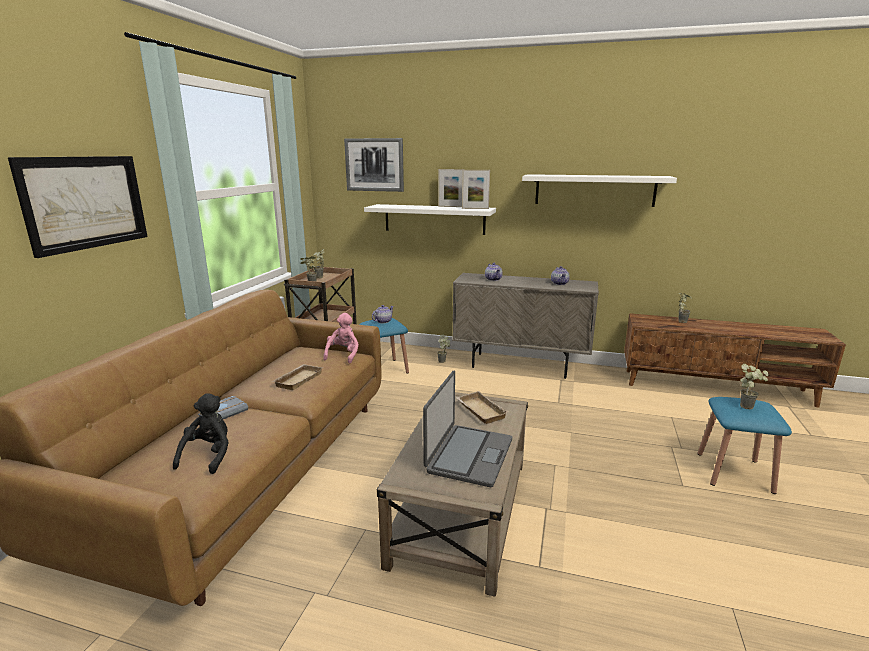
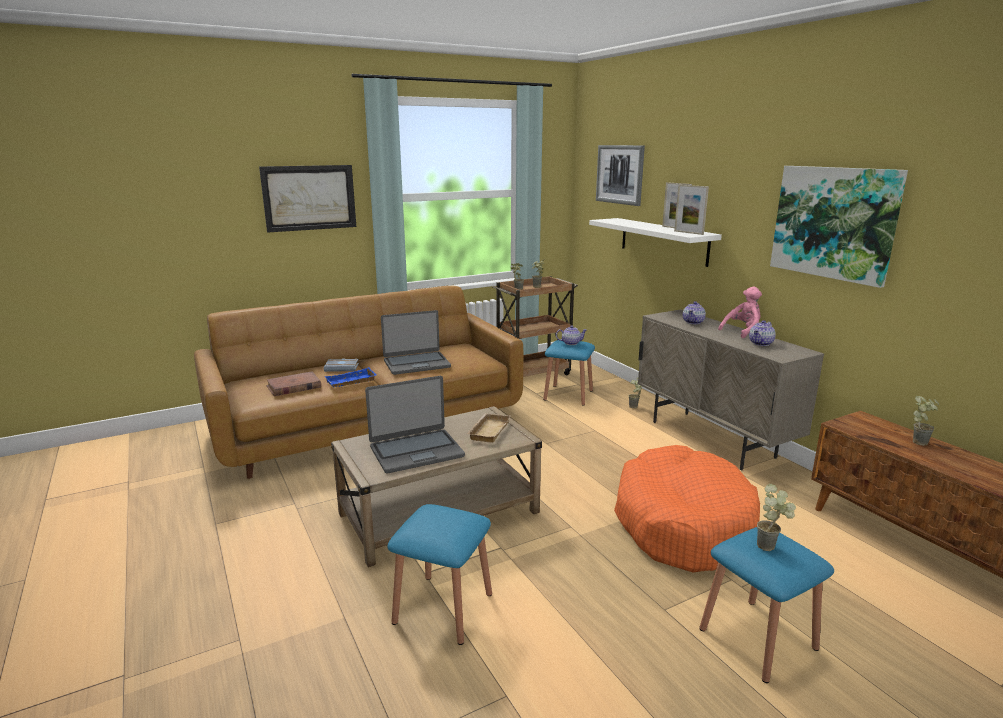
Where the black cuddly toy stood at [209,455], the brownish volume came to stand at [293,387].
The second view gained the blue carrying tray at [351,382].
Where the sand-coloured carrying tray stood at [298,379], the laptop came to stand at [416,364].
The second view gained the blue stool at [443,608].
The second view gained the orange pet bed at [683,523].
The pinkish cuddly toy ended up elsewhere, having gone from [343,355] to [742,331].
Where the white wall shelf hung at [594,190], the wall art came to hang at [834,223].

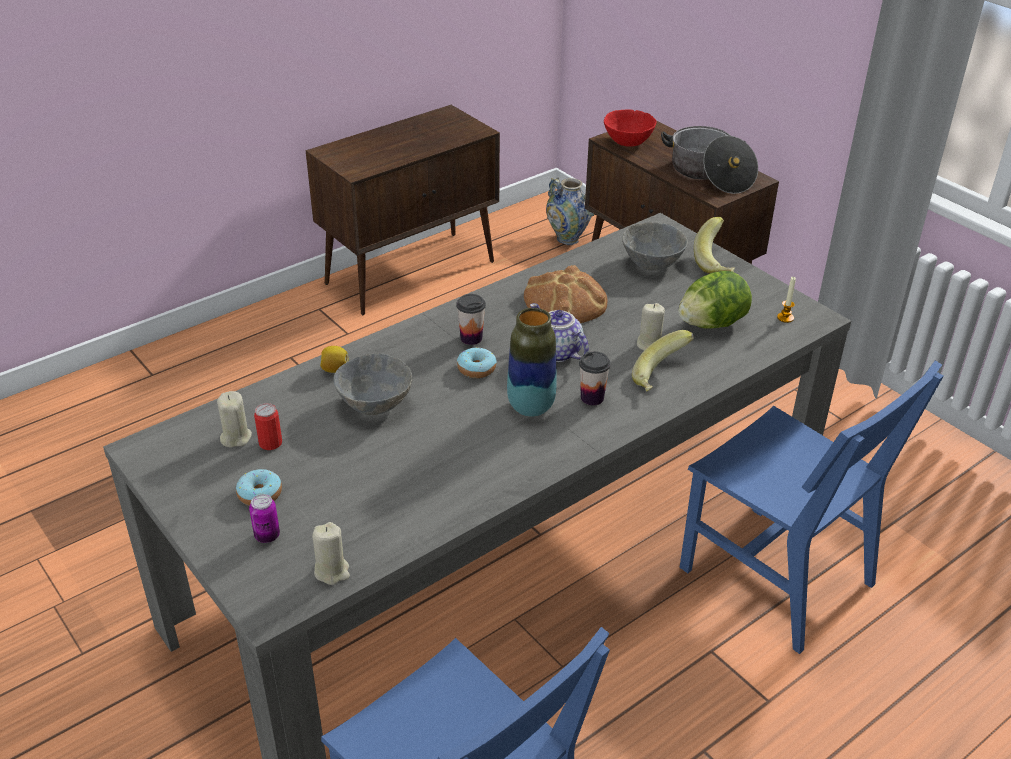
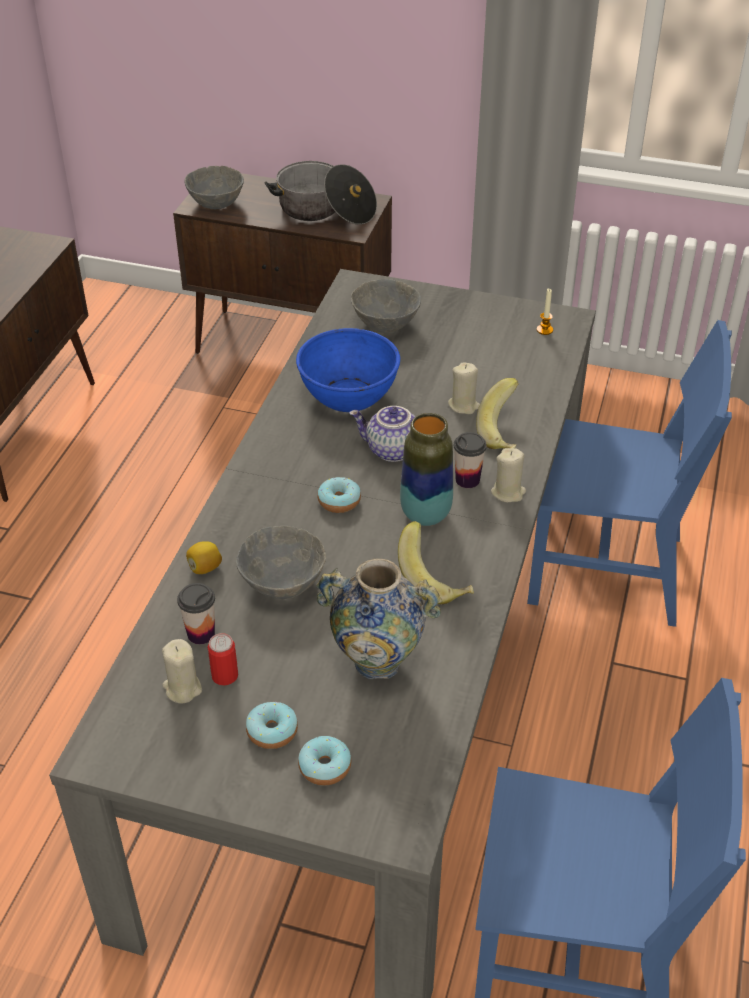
The drinking cup ended up elsewhere, having gone from [471,338] to [201,633].
What was the reddish bowl at [628,142] turned into the gray bowl at [216,203].
Where the baked bread stood at [566,301], the blue bowl came to stand at [348,395].
Where the metal can stood at [267,536], the donut came to stand at [325,767].
The decorative vase ended up elsewhere, having gone from [568,239] to [377,662].
The whole banana ended up elsewhere, having gone from [717,262] to [435,580].
The sand-coloured wax candle ended up elsewhere, having gone from [332,571] to [508,492].
The second view lost the head of lettuce at [711,324].

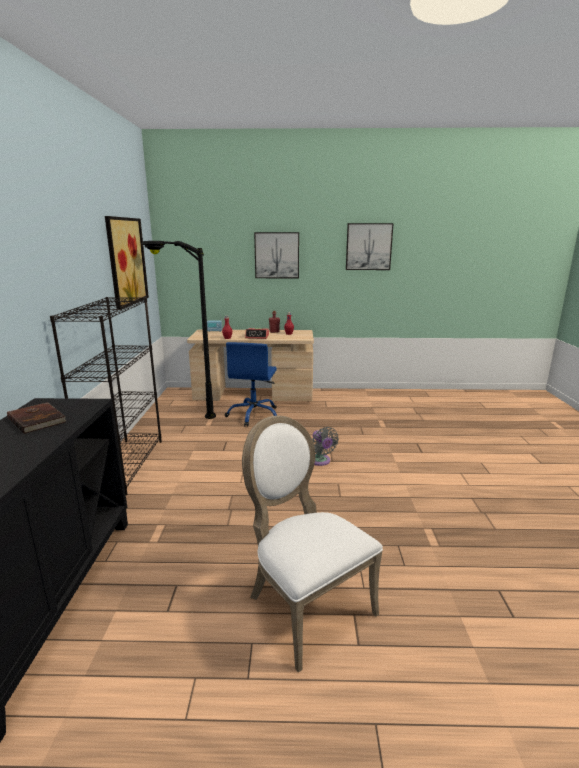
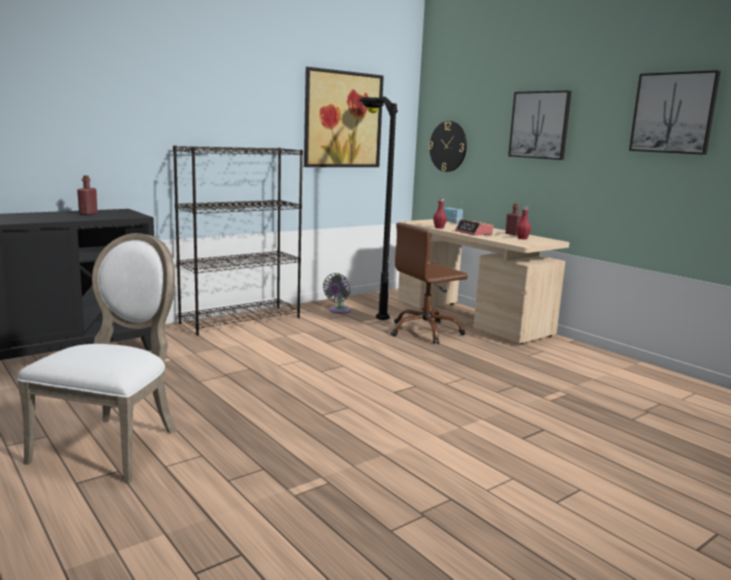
Where the brownish volume stood at [38,419], the reddish bottle came to stand at [88,214].
The gray fan ended up elsewhere, having gone from [320,461] to [338,311].
What was the blue desk chair at [254,415] turned into the brownish desk chair at [425,331].
The second view gained the clock on the wall at [448,146].

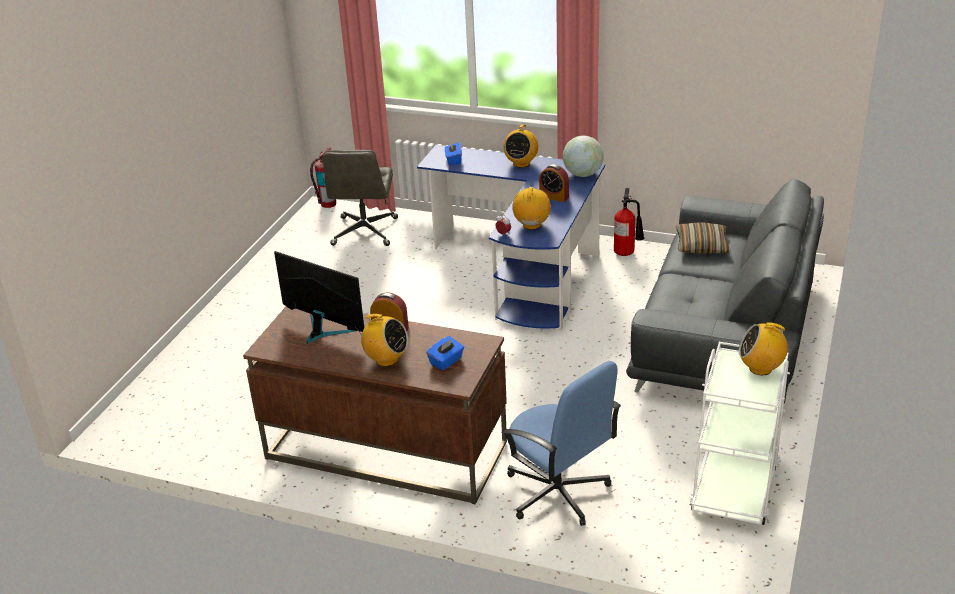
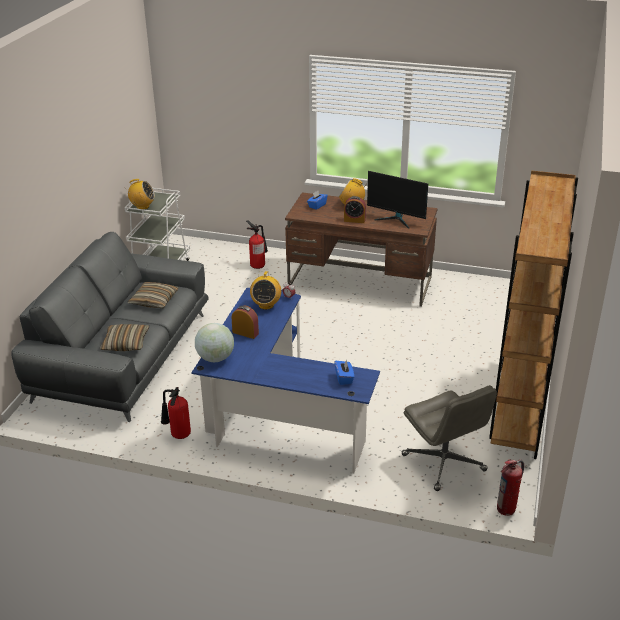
The second view gained the throw pillow at [154,300].
Where the blue desk chair stood at [557,493], the fire extinguisher came to stand at [258,265].
The gray desk chair at [365,232] ended up facing another way, 150 degrees clockwise from before.
The second view gained the brownish shelving unit at [519,407].
The second view lost the radio at [521,163].

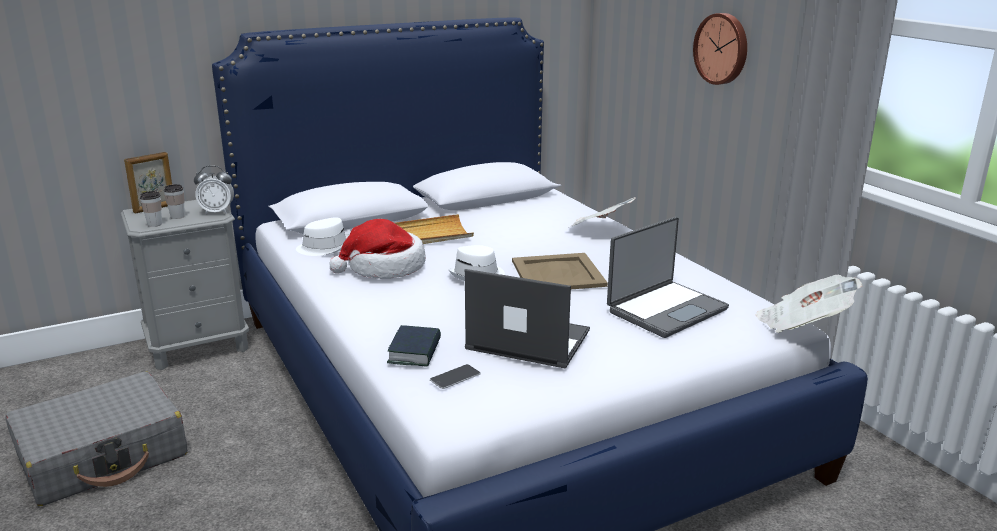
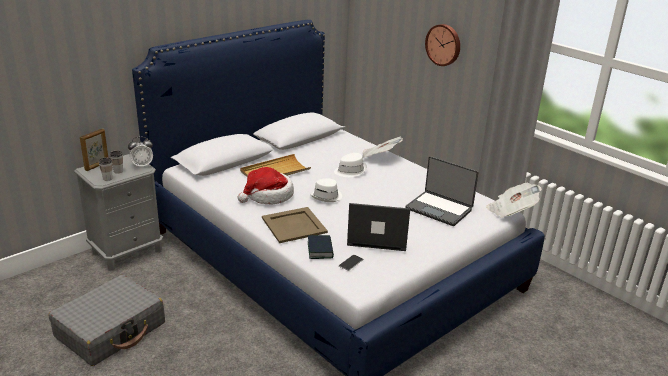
The sand-coloured carrying tray ended up elsewhere, having gone from [558,273] to [294,225].
The white wearable hat ended up elsewhere, having gone from [324,247] to [350,171].
The laptop at [665,310] ended up facing another way, 90 degrees clockwise from before.

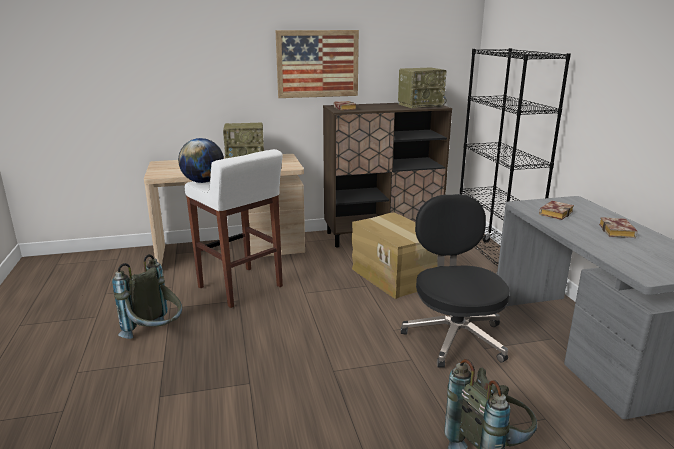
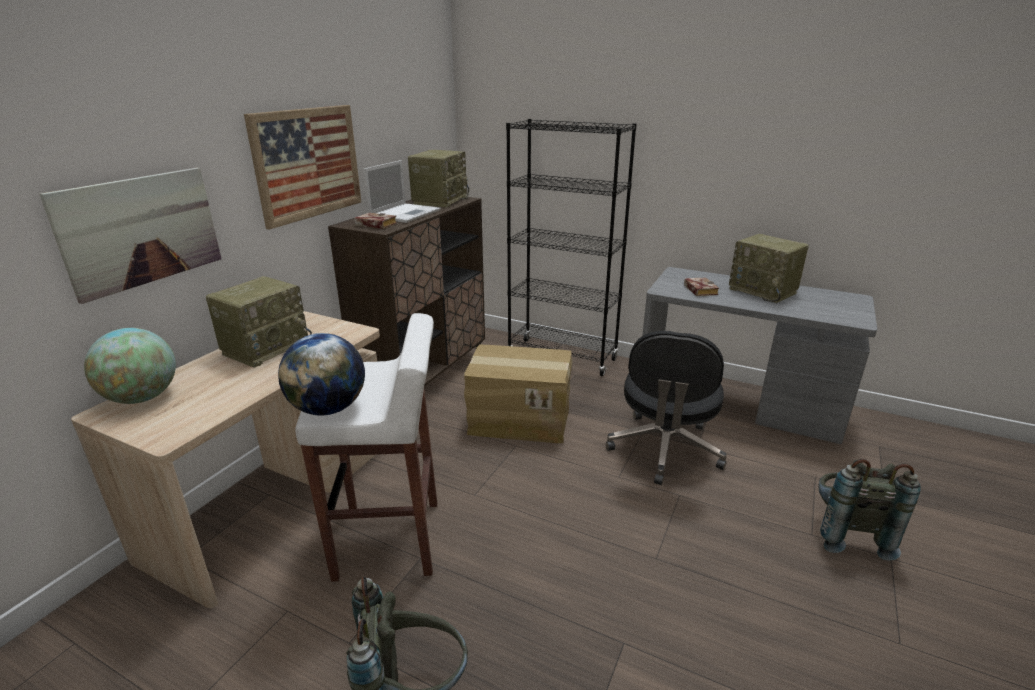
The second view gained the wall art at [141,230].
The second view gained the world globe at [142,398].
The second view gained the laptop at [405,213].
The black desk chair at [454,336] ended up facing another way, 105 degrees counterclockwise from before.
Where the volume stood at [618,232], the radio came to stand at [764,291].

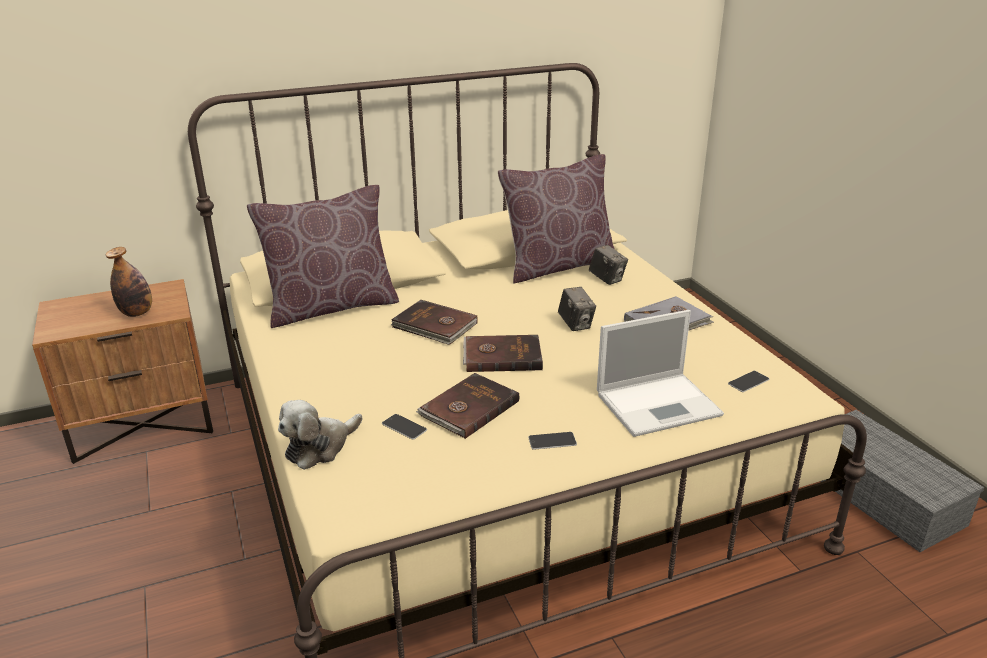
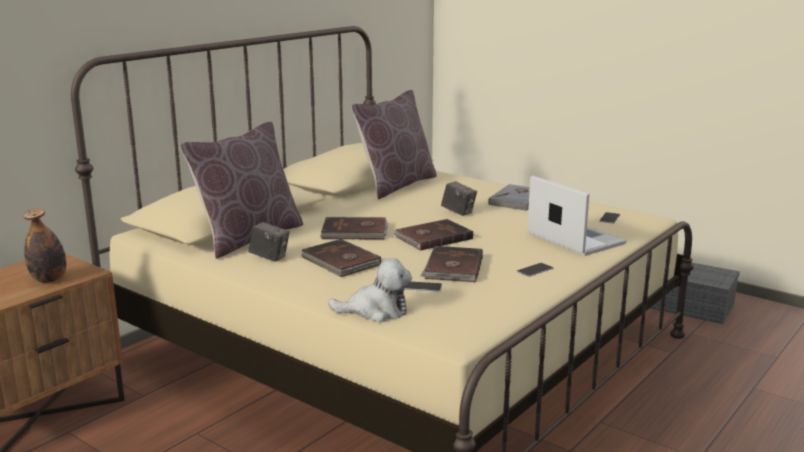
The photo camera ended up elsewhere, having gone from [607,279] to [269,257].
The second view gained the brownish volume at [340,262].
The cuddly toy at [320,447] ended up facing another way, 105 degrees counterclockwise from before.
The laptop at [660,404] ended up facing another way, 75 degrees counterclockwise from before.

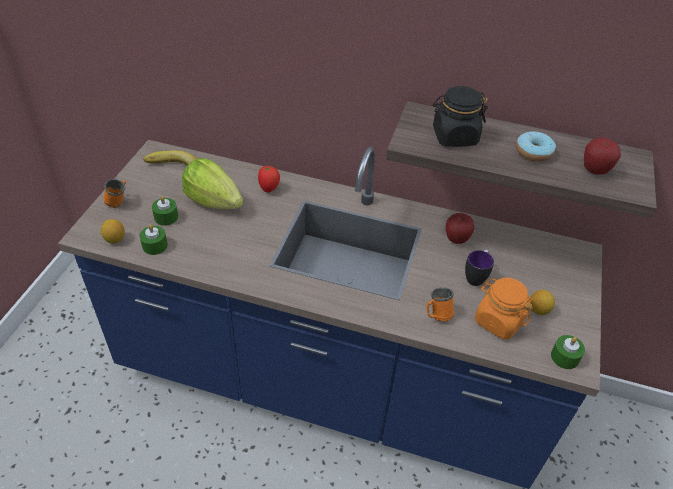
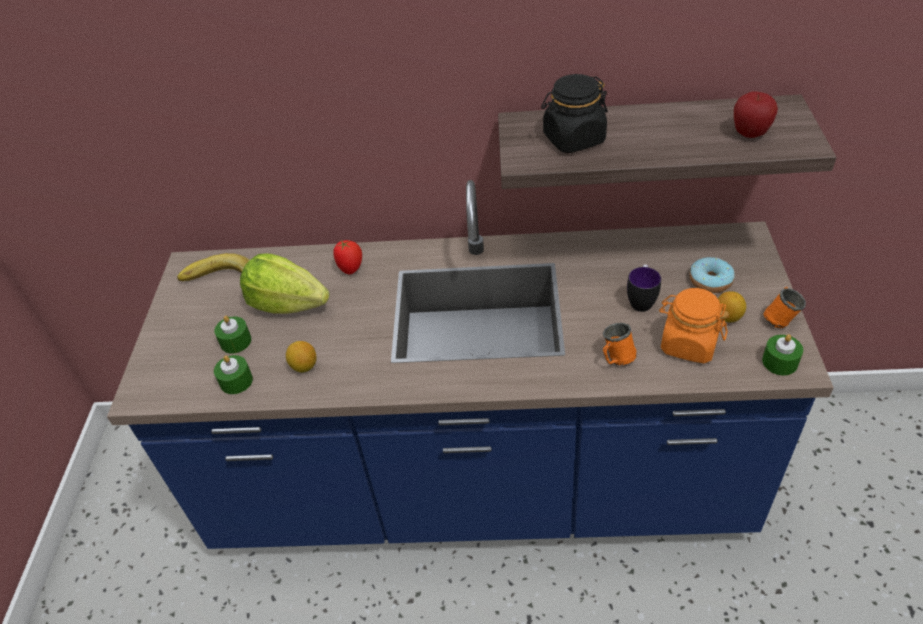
The citrus fruit ended up elsewhere, having gone from [115,239] to [304,366].
The donut ended up elsewhere, having gone from [533,152] to [710,281].
The orange coffee mug ended up elsewhere, having gone from [119,202] to [779,318].
The second view lost the apple at [456,240].

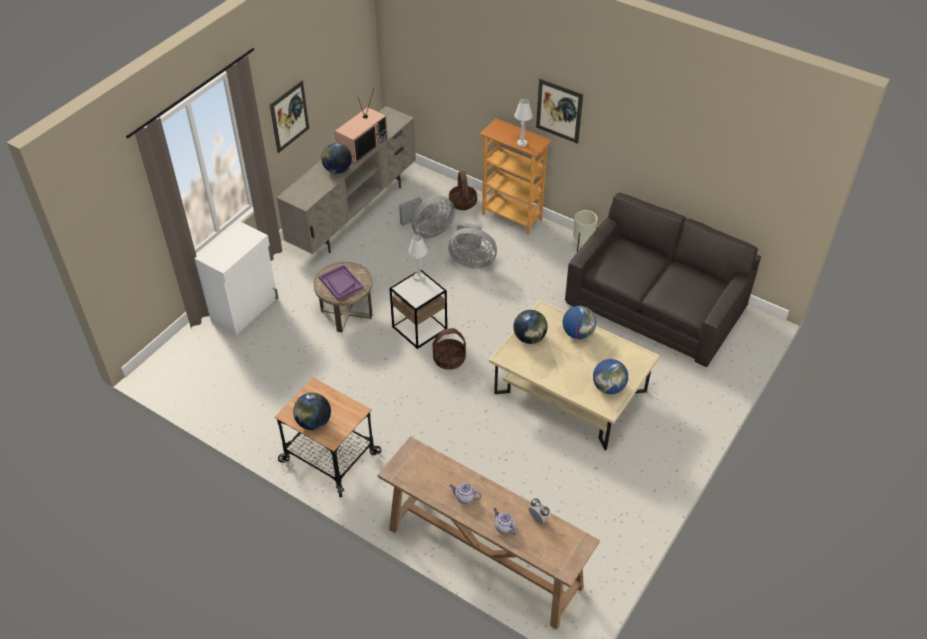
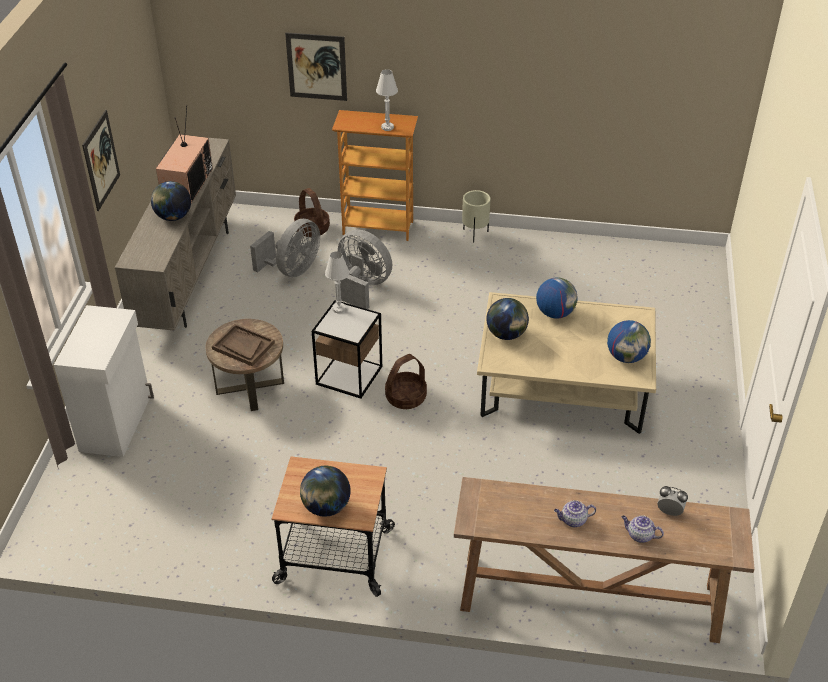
What was the purple carrying tray at [341,283] turned into the brownish carrying tray at [243,346].
The wall art ended up elsewhere, having gone from [559,111] to [316,66].
The gray fan at [471,261] ended up facing another way, 135 degrees counterclockwise from before.
The second view lost the gray settee at [656,305].

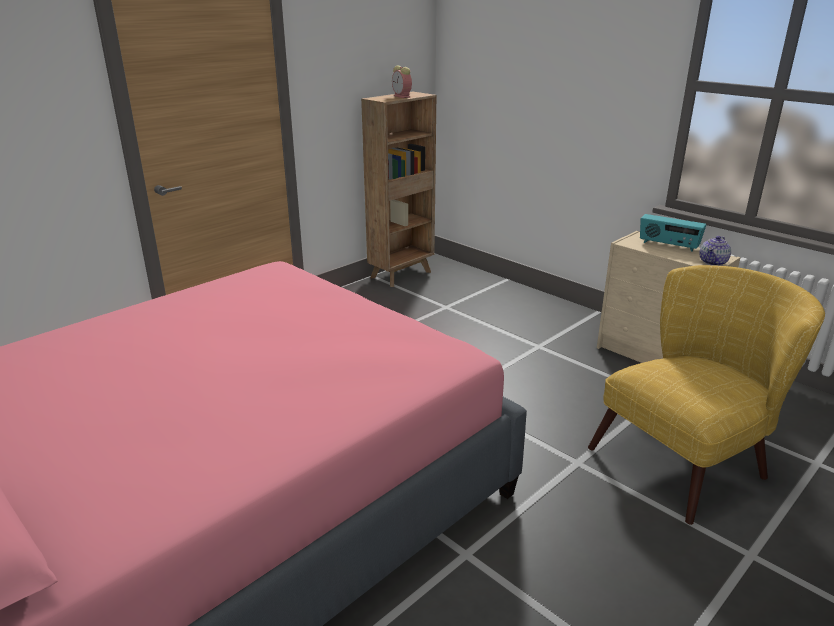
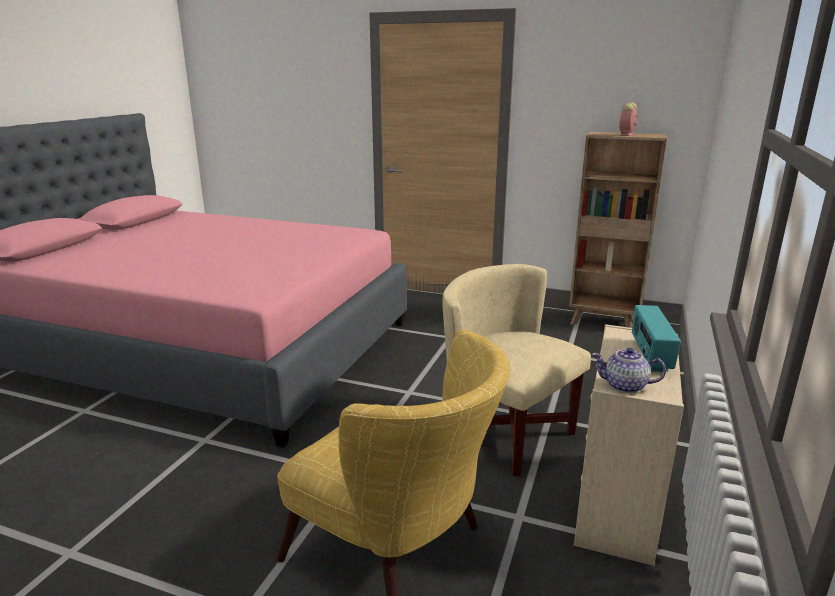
The second view gained the sand-coloured easy chair at [507,434].

